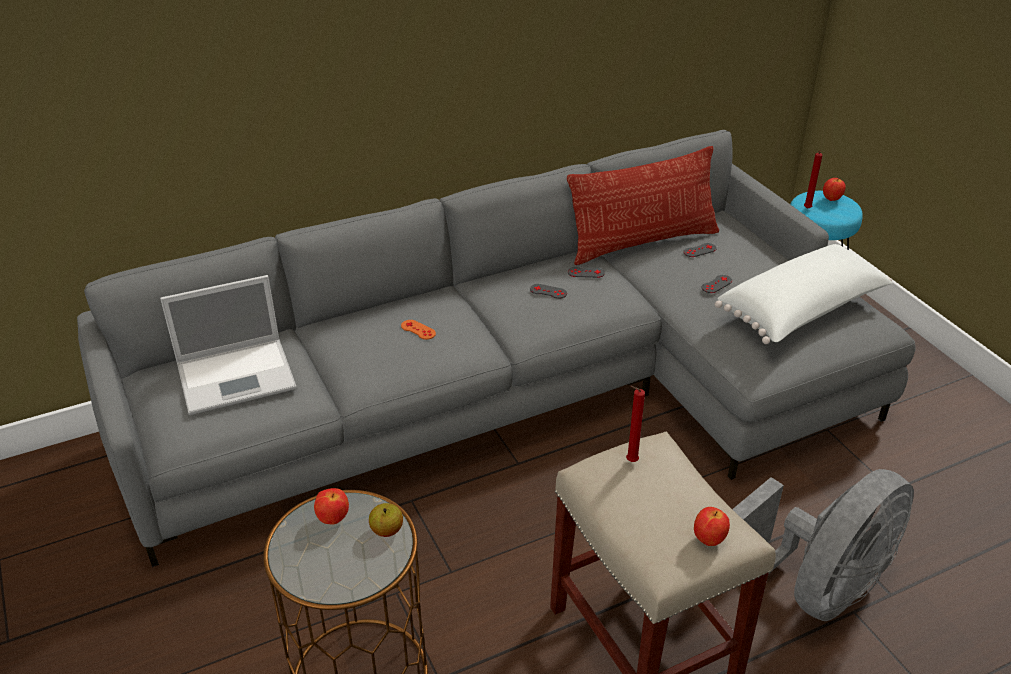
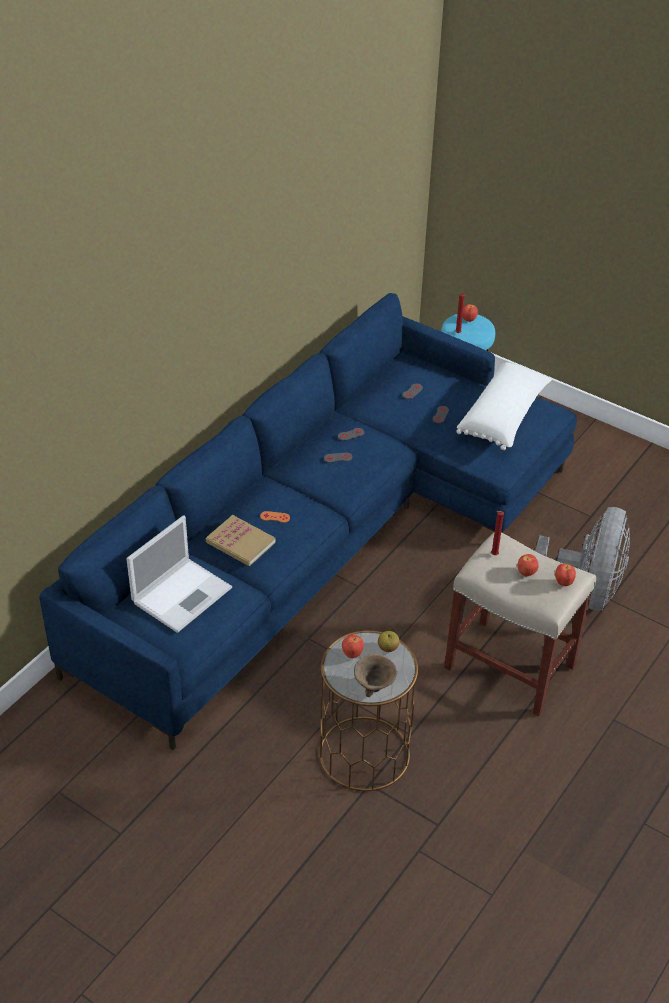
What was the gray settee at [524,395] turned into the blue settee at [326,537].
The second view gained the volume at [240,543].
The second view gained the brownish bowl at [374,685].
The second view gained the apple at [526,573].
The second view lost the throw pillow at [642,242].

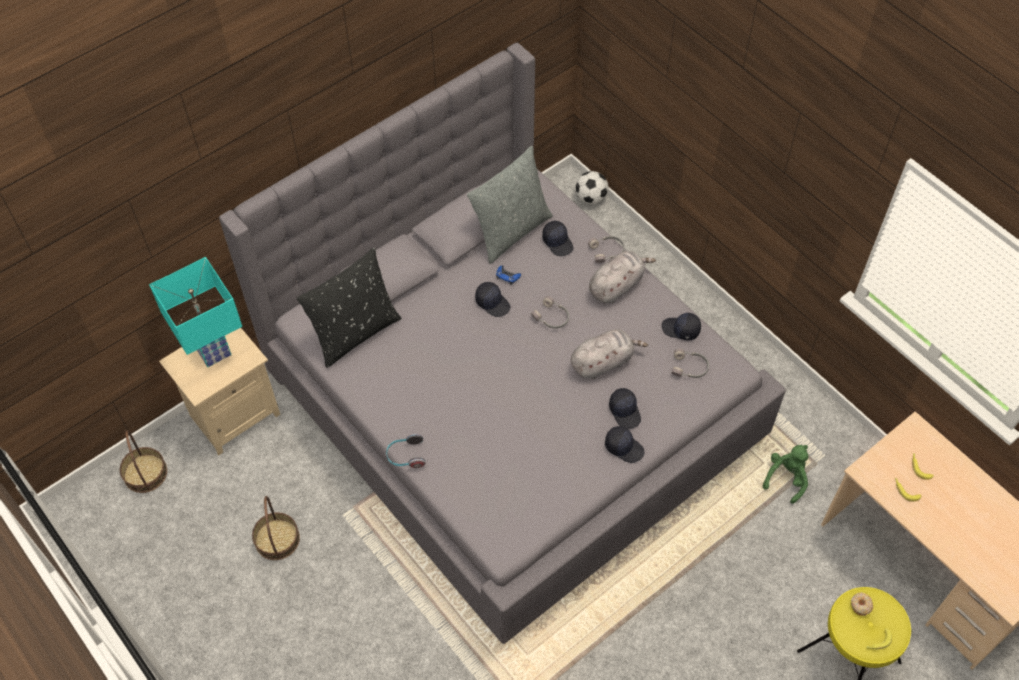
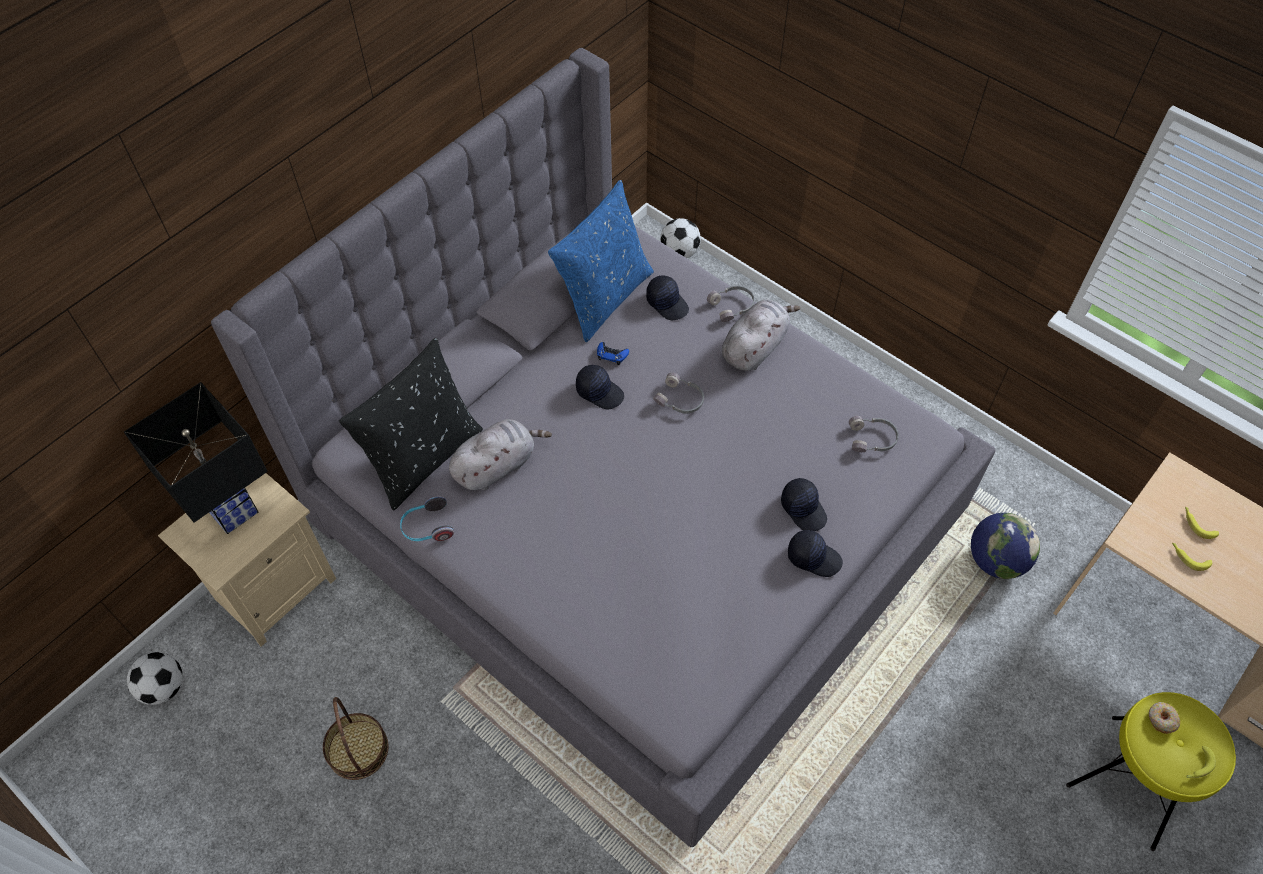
What was the blue-green table lamp at [212,351] turned into the black table lamp at [231,511].
Where the household basket stood at [145,473], the football ball came to stand at [163,687].
The headphones ended up elsewhere, having gone from [406,456] to [427,527].
The gray cuddly toy ended up elsewhere, having gone from [603,362] to [497,465].
What was the gray throw pillow at [511,231] turned into the blue throw pillow at [604,297].
Where the greenish cuddly toy stood at [786,478], the world globe came to stand at [996,560].
The second view lost the black cap at [681,330].

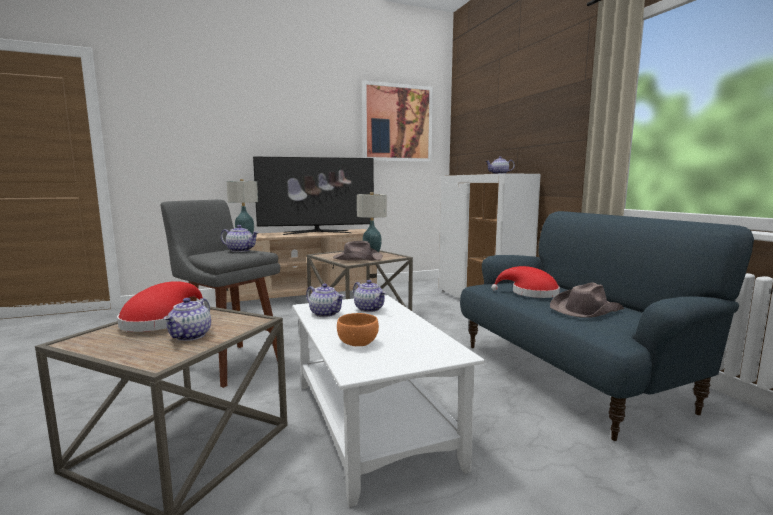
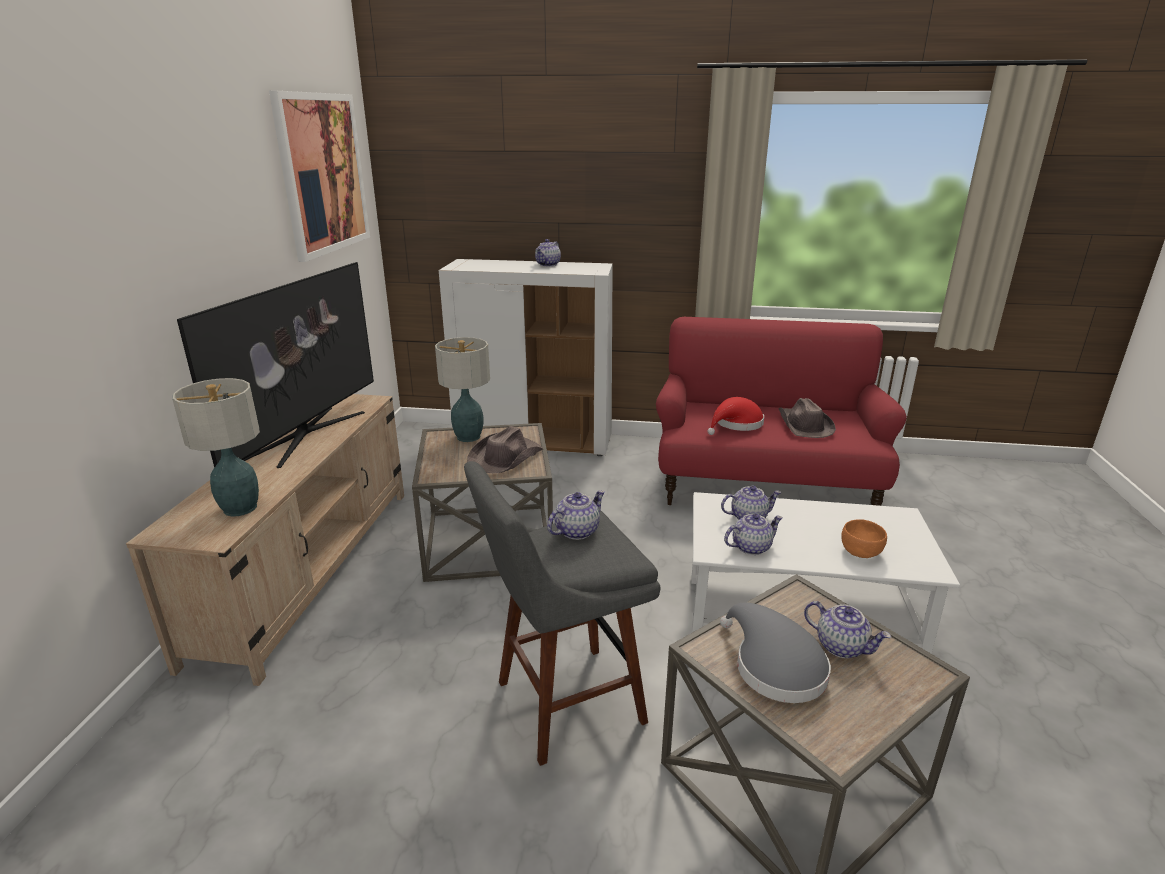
What was the blue settee at [570,374] turned into the reddish settee at [763,485].
What was the reddish wearable hat at [161,321] turned into the gray wearable hat at [774,666].

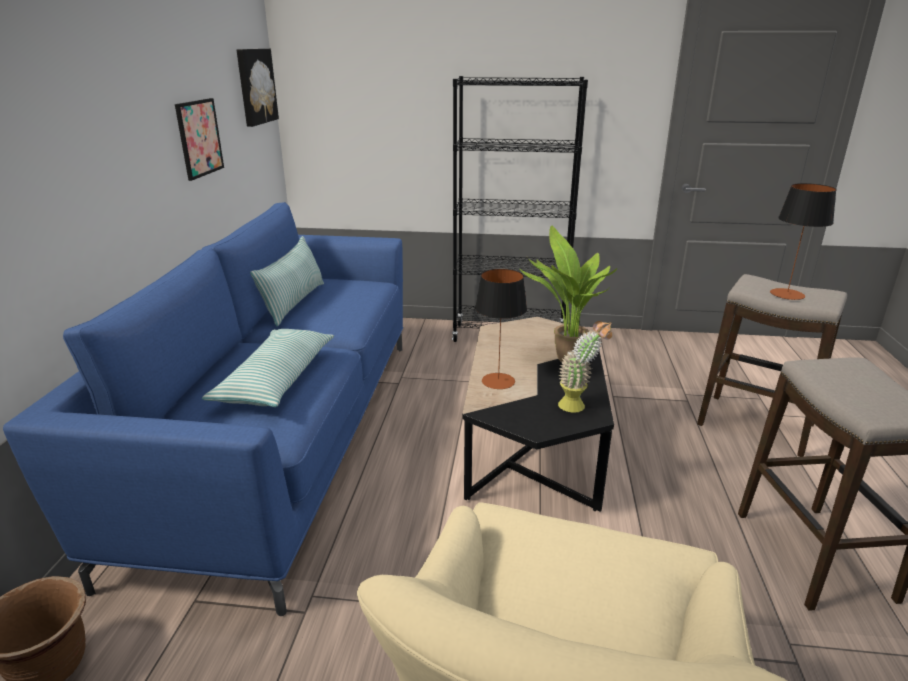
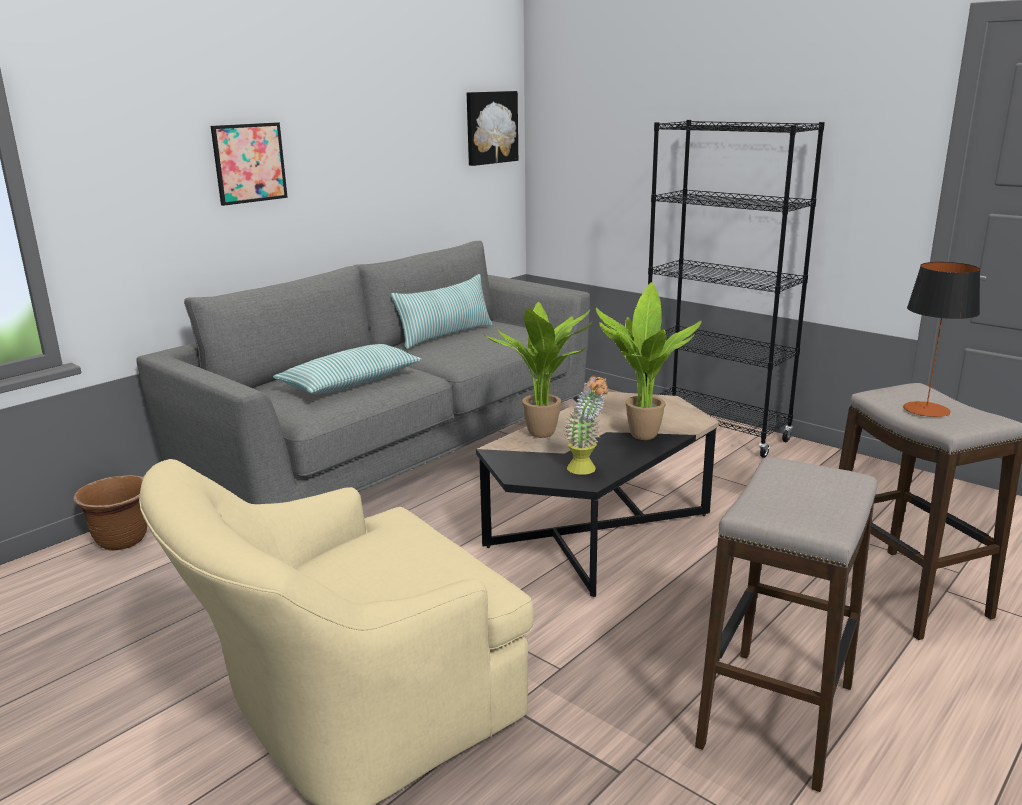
What was the blue settee at [286,436] turned into the gray settee at [400,458].
The wall art ended up elsewhere, having gone from [199,138] to [249,163].
Where the table lamp stood at [498,381], the potted plant came to stand at [545,435].

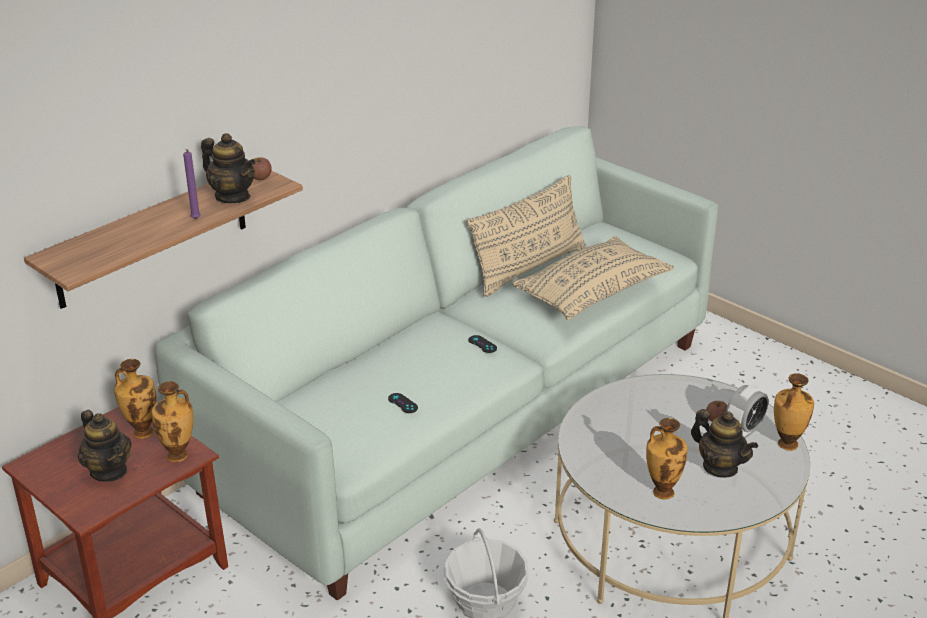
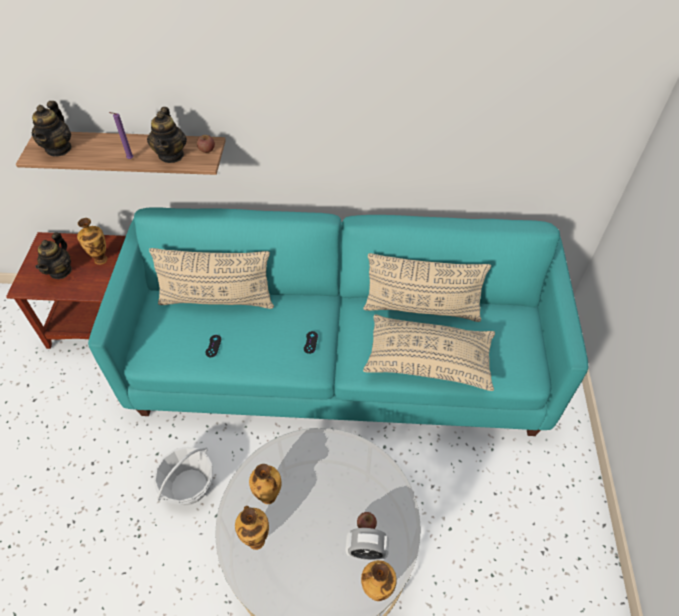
The teapot ended up elsewhere, having gone from [720,467] to [58,148].
What was the white settee at [463,414] turned into the blue-green settee at [340,362].
The second view gained the sand-coloured throw pillow at [217,299].
The decorative vase ended up elsewhere, having gone from [179,455] to [269,497].

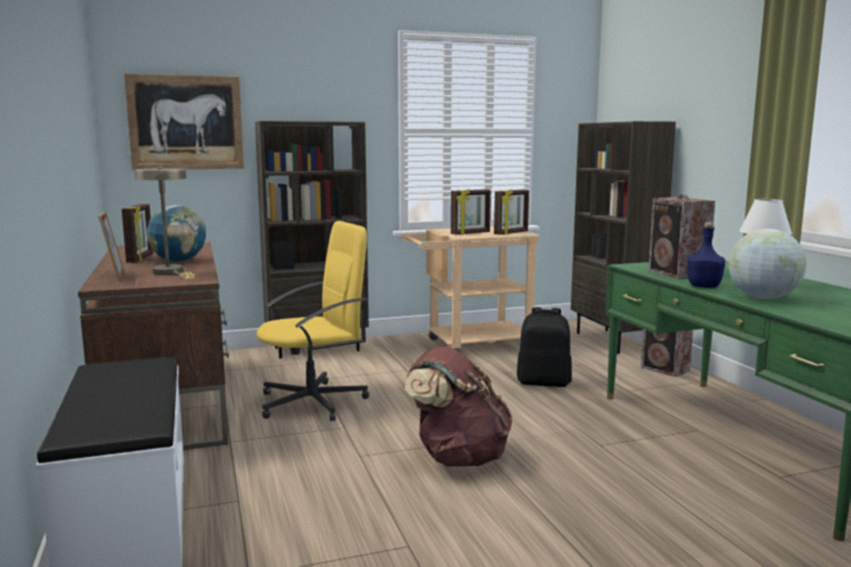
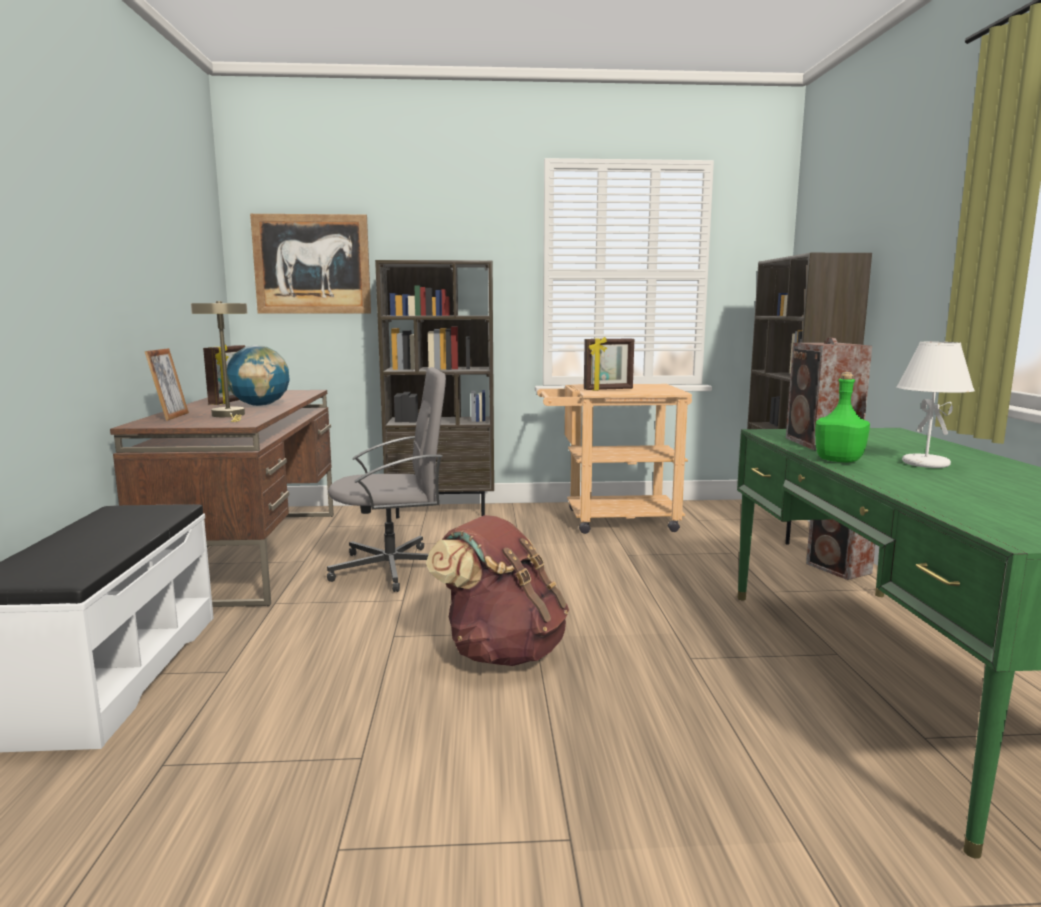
What was the yellow-coloured desk chair at [314,402] turned into the gray desk chair at [393,568].
What was the blue bottle at [703,286] turned into the greenish bottle at [838,460].
The second view lost the standing frame at [511,233].
The second view lost the black rucksack at [544,382].
The second view lost the world globe at [763,298].

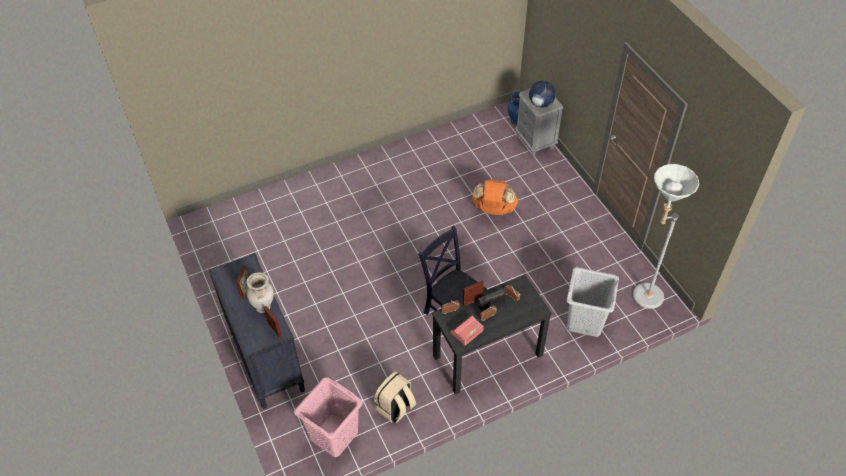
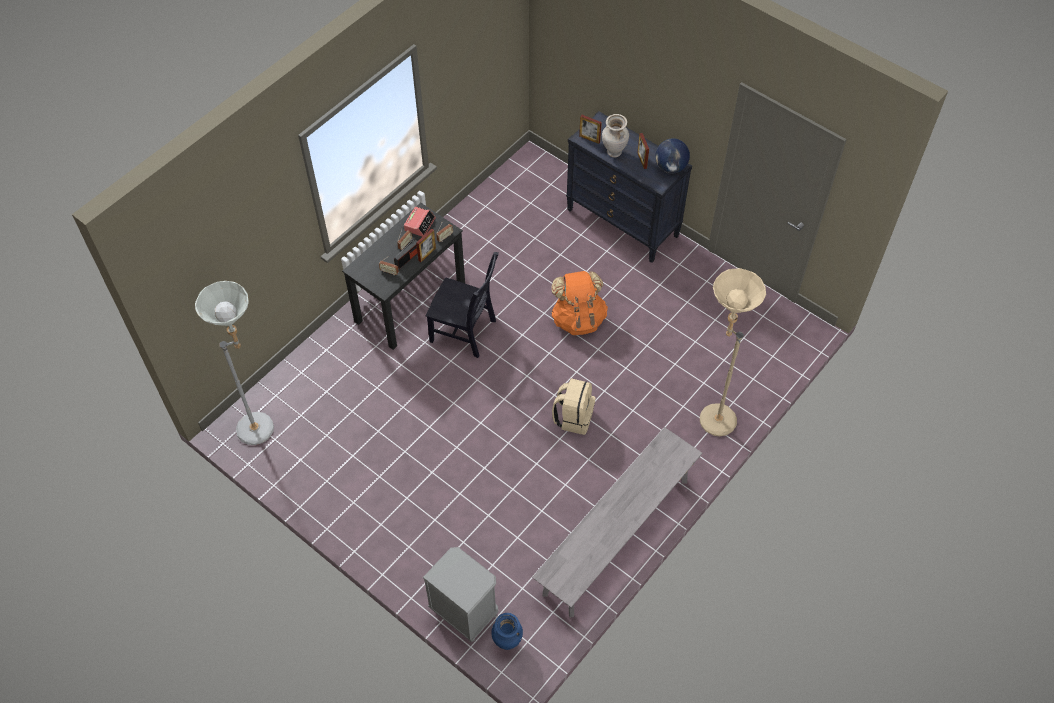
The second view gained the gray indoor bench at [616,536].
The orange rucksack ended up elsewhere, having gone from [493,209] to [578,319].
The sand-coloured rucksack ended up elsewhere, having gone from [395,408] to [573,417].
The world globe ended up elsewhere, having gone from [541,103] to [671,167].
The second view gained the sand-coloured floor lamp at [711,415].
The second view lost the pinkish washing basket at [333,435].
The second view lost the gray washing basket at [584,320].

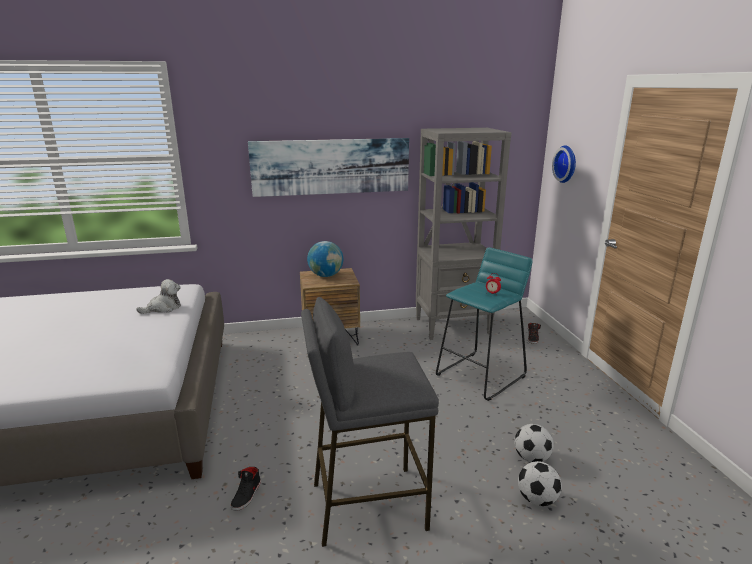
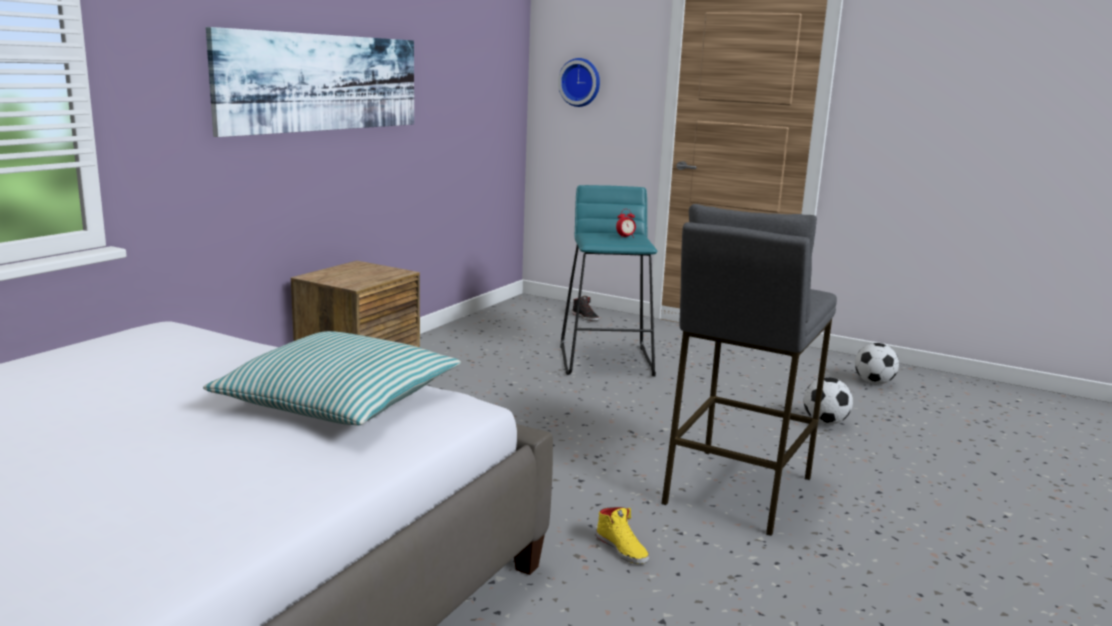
The second view gained the throw pillow at [339,400].
What was the black low shoe at [247,495] turned into the yellow-coloured low shoe at [622,548].
The football ball ended up elsewhere, having gone from [531,458] to [874,383].
The second view lost the cuddly toy at [163,308].
The second view lost the world globe at [326,275].
The second view lost the gray shelving unit at [453,326].

